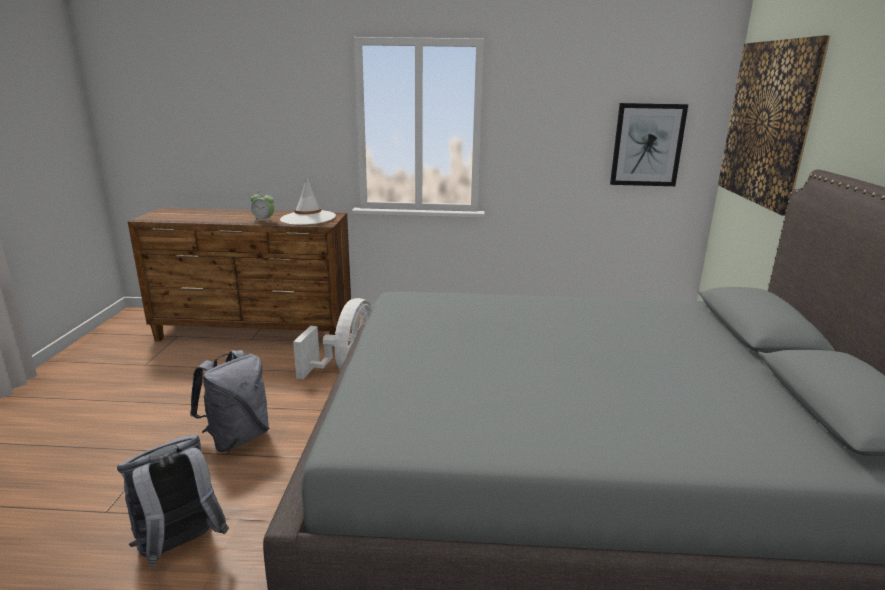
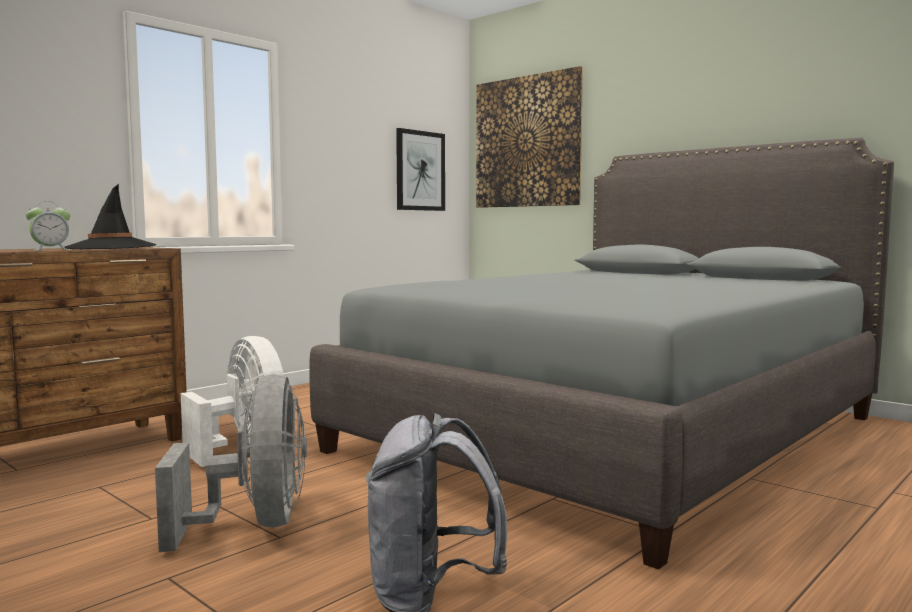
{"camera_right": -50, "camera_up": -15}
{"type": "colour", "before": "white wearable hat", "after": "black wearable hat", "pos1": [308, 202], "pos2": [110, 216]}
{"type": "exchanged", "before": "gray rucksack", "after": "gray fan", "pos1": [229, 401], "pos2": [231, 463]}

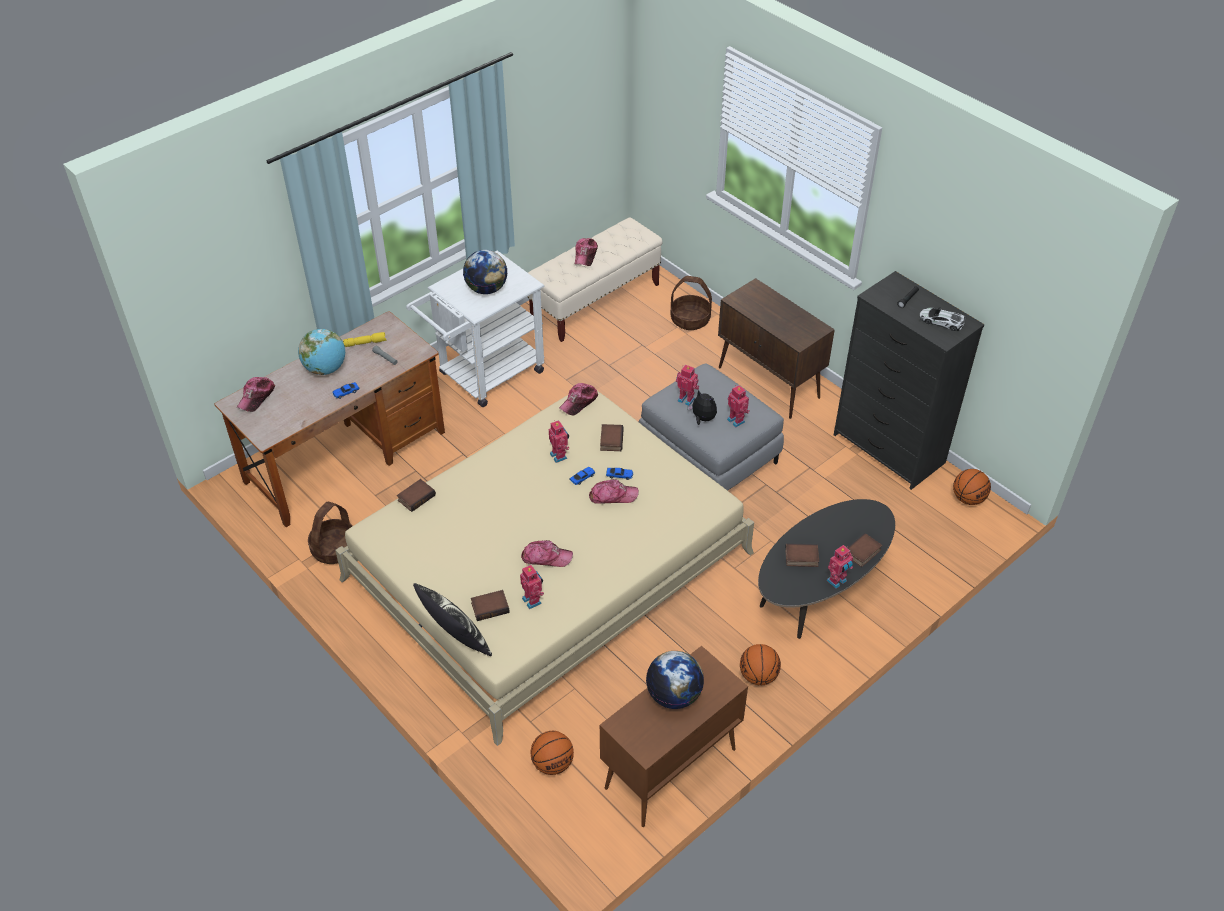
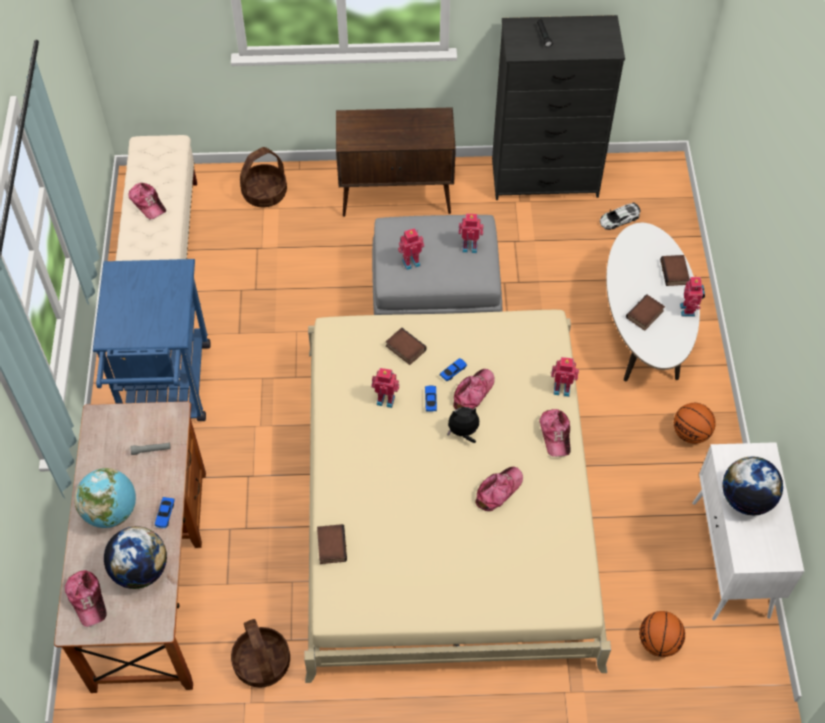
{"camera_right": -50, "camera_up": 10}
{"type": "colour", "before": "white trolley", "after": "blue-coloured trolley", "pos1": [475, 329], "pos2": [152, 340]}
{"type": "relocated", "before": "desk globe", "pos1": [485, 272], "pos2": [135, 557]}
{"type": "relocated", "before": "plush toy", "pos1": [702, 407], "pos2": [463, 425]}
{"type": "relocated", "before": "peaked cap", "pos1": [578, 399], "pos2": [555, 433]}
{"type": "relocated", "before": "model robot", "pos1": [532, 587], "pos2": [565, 377]}
{"type": "relocated", "before": "model car", "pos1": [942, 319], "pos2": [620, 216]}
{"type": "colour", "before": "black coffee table", "after": "white coffee table", "pos1": [826, 569], "pos2": [653, 302]}
{"type": "colour", "before": "brownish cupboard", "after": "white cupboard", "pos1": [674, 736], "pos2": [748, 531]}
{"type": "missing", "before": "yellow-coloured torch", "pos1": [364, 339]}
{"type": "missing", "before": "throw pillow", "pos1": [452, 619]}
{"type": "missing", "before": "bound book", "pos1": [490, 605]}
{"type": "missing", "before": "ball for basketball", "pos1": [972, 487]}

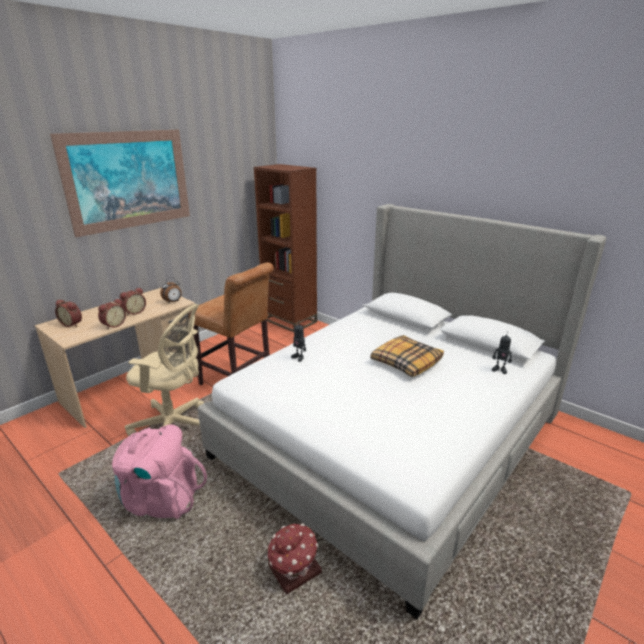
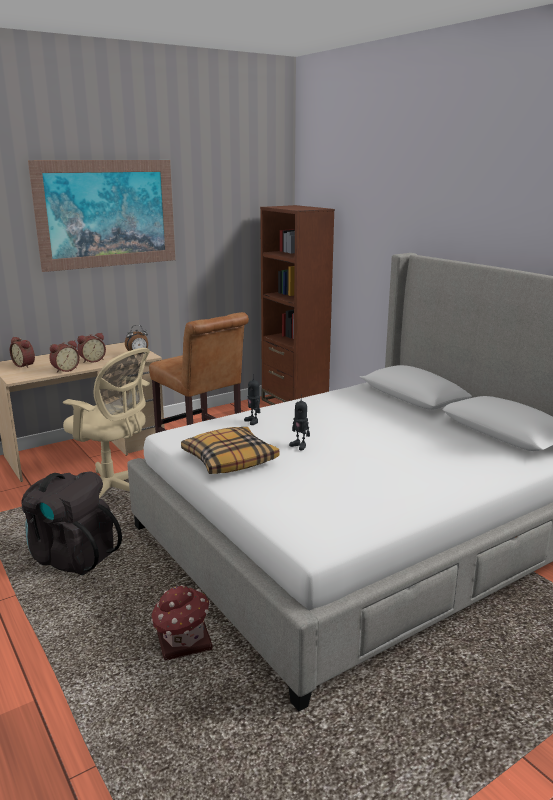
{"camera_right": 15, "camera_up": -5}
{"type": "colour", "before": "pinkish rucksack", "after": "black rucksack", "pos1": [159, 471], "pos2": [71, 523]}
{"type": "relocated", "before": "throw pillow", "pos1": [407, 356], "pos2": [230, 450]}
{"type": "relocated", "before": "model robot", "pos1": [502, 352], "pos2": [299, 422]}

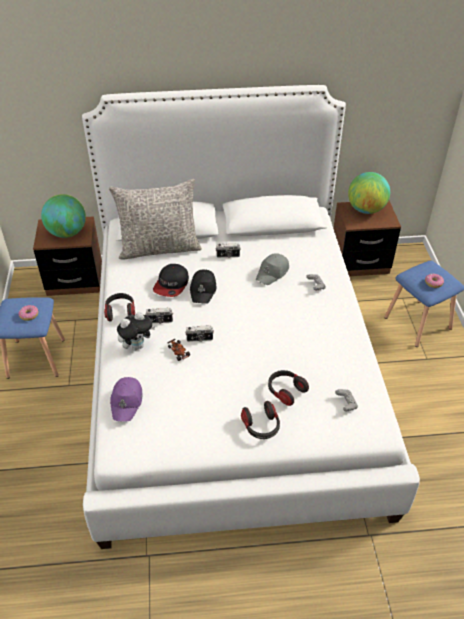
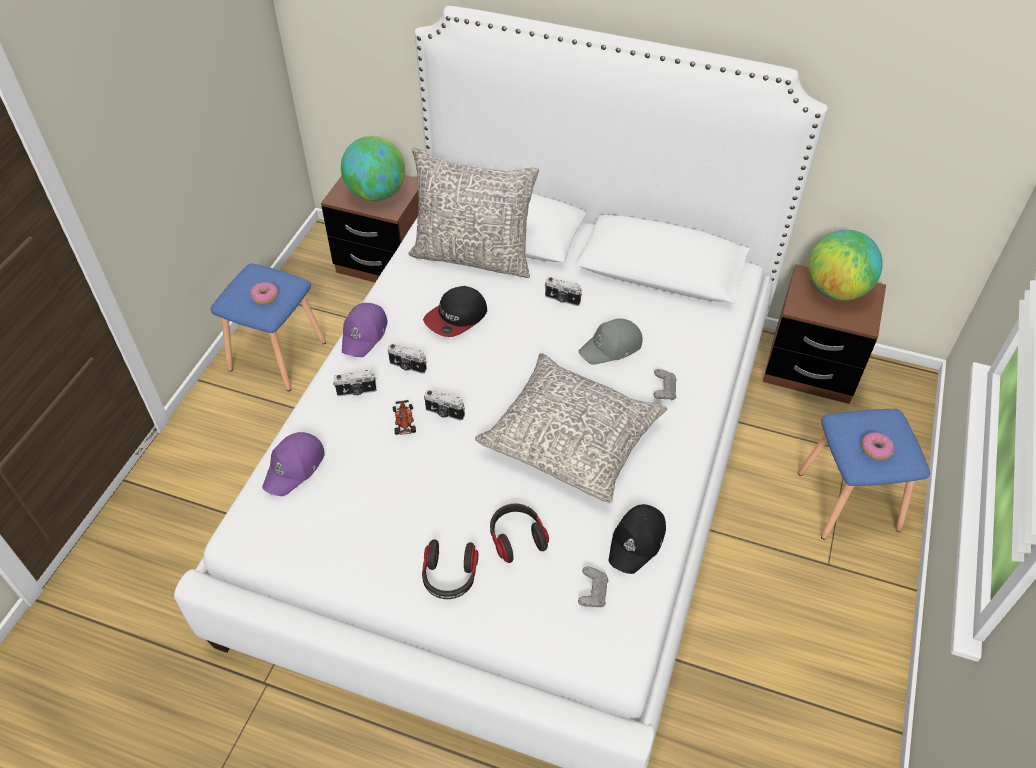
{"camera_right": 25, "camera_up": 5}
{"type": "exchanged", "before": "plush toy", "after": "still camera", "pos1": [136, 331], "pos2": [354, 383]}
{"type": "exchanged", "before": "headphones", "after": "purple-coloured peaked cap", "pos1": [119, 307], "pos2": [365, 330]}
{"type": "appeared", "after": "gray throw pillow", "pos2": [571, 428]}
{"type": "relocated", "before": "black peaked cap", "pos1": [203, 286], "pos2": [637, 539]}

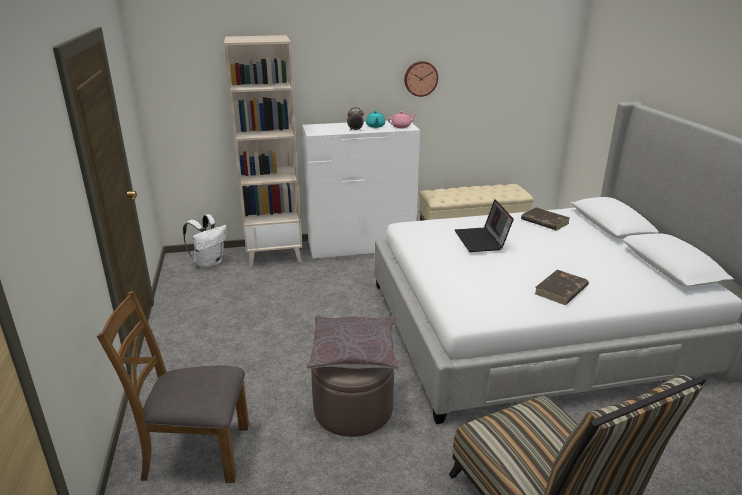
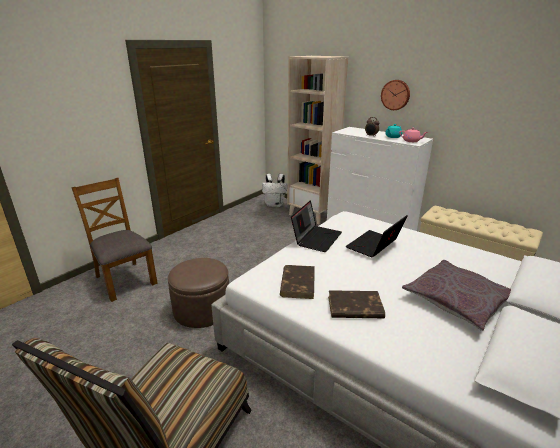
{"camera_right": 50, "camera_up": 0}
{"type": "relocated", "before": "brownish bound book", "pos1": [545, 219], "pos2": [297, 282]}
{"type": "appeared", "after": "notebook computer", "pos2": [316, 226]}
{"type": "relocated", "before": "hanging clock", "pos1": [421, 79], "pos2": [395, 95]}
{"type": "relocated", "before": "gray throw pillow", "pos1": [353, 342], "pos2": [456, 295]}

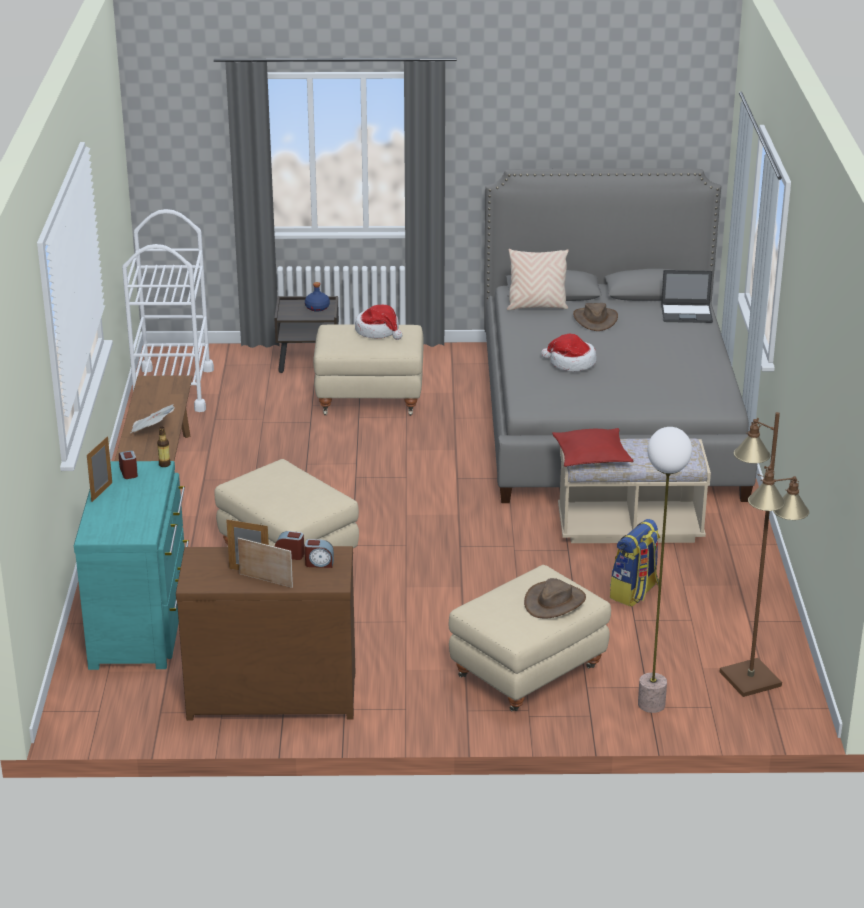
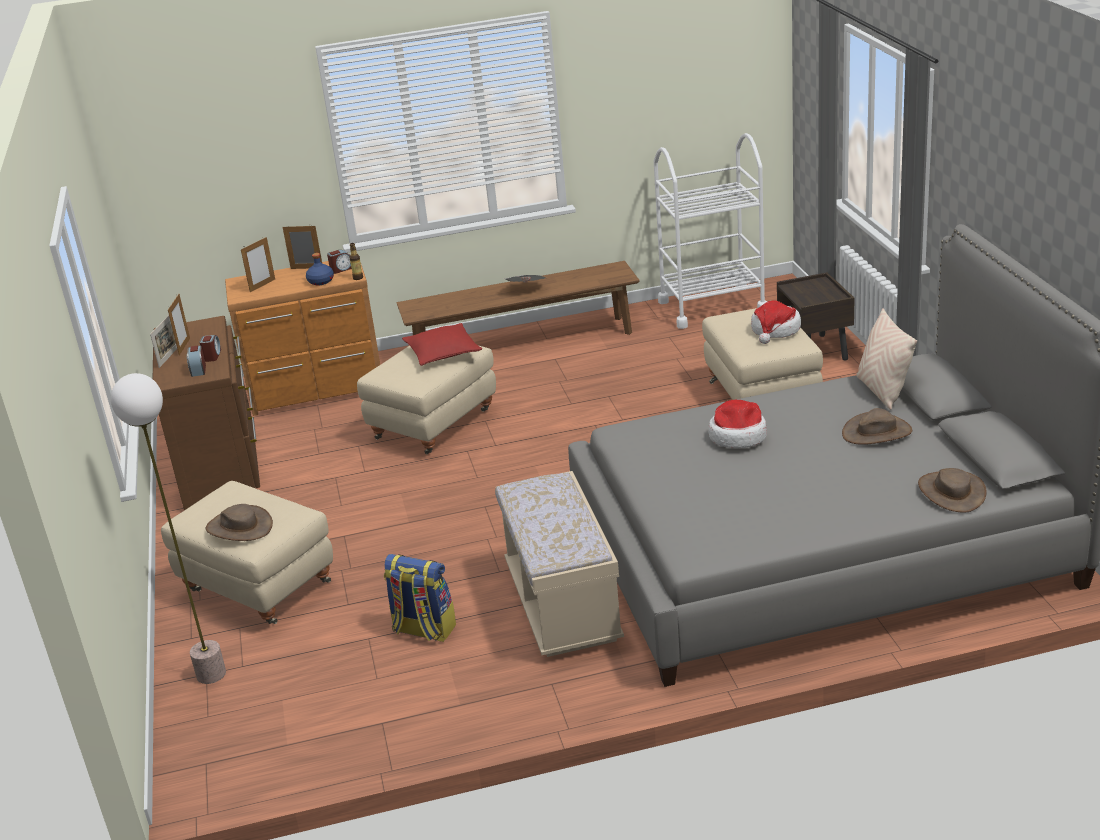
{"camera_right": 80, "camera_up": 0}
{"type": "colour", "before": "blue-green chest of drawers", "after": "brownish chest of drawers", "pos1": [131, 565], "pos2": [302, 338]}
{"type": "appeared", "after": "picture frame", "pos2": [258, 264]}
{"type": "relocated", "before": "blue-coloured bottle", "pos1": [317, 297], "pos2": [320, 269]}
{"type": "relocated", "before": "red-coloured throw pillow", "pos1": [592, 447], "pos2": [442, 344]}
{"type": "exchanged", "before": "notebook computer", "after": "brownish wearable hat", "pos1": [687, 296], "pos2": [952, 490]}
{"type": "missing", "before": "brownish standing lamp", "pos1": [764, 554]}

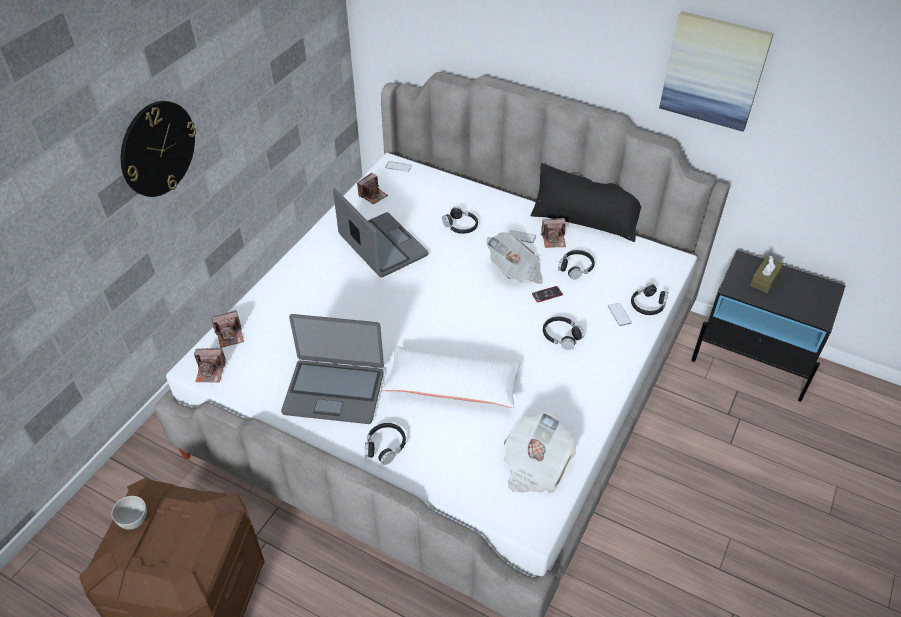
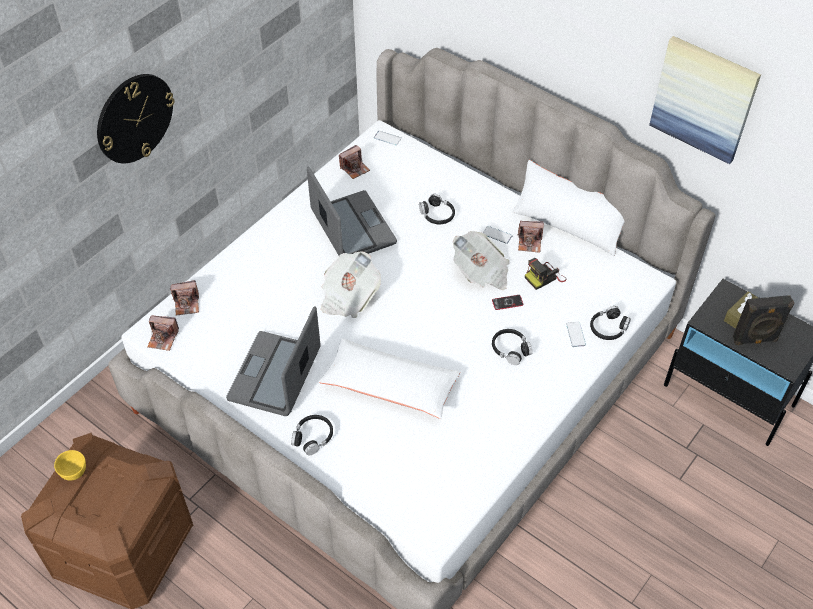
{"camera_right": 10, "camera_up": 5}
{"type": "colour", "before": "white bowl", "after": "yellow-coloured bowl", "pos1": [129, 512], "pos2": [70, 465]}
{"type": "spun", "before": "notebook computer", "pos1": [332, 369], "pos2": [273, 361], "turn": 90}
{"type": "relocated", "before": "newspaper", "pos1": [540, 452], "pos2": [351, 285]}
{"type": "colour", "before": "black throw pillow", "after": "white throw pillow", "pos1": [585, 202], "pos2": [568, 208]}
{"type": "exchanged", "before": "black headphones", "after": "still camera", "pos1": [576, 265], "pos2": [545, 274]}
{"type": "appeared", "after": "black loudspeaker", "pos2": [763, 320]}

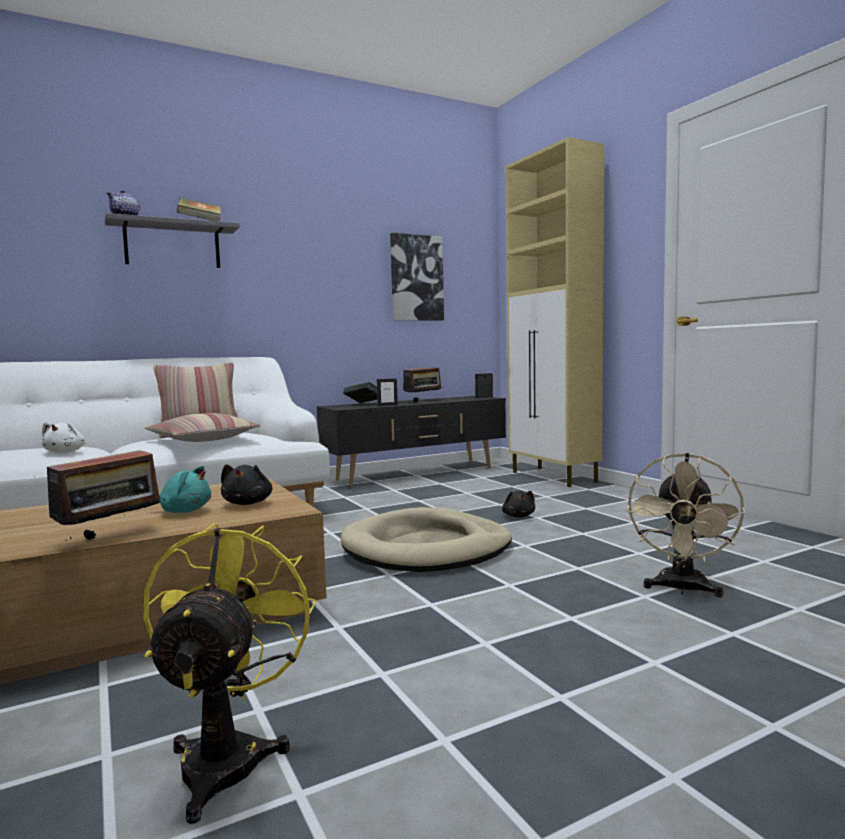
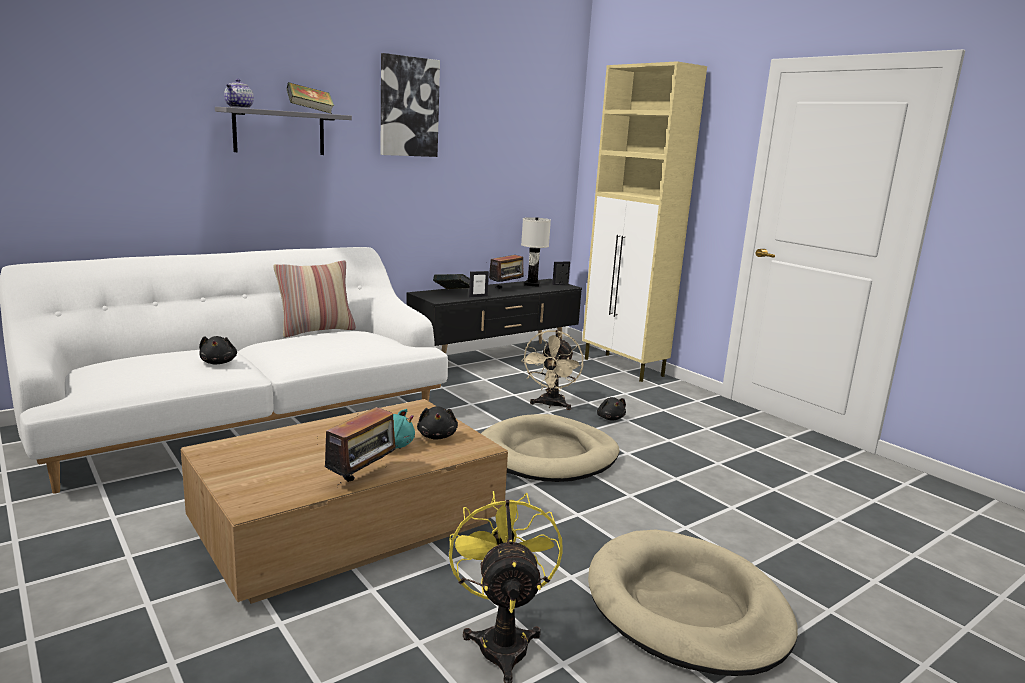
{"camera_right": -10, "camera_up": 10}
{"type": "colour", "before": "white plush toy", "after": "black plush toy", "pos1": [63, 437], "pos2": [218, 350]}
{"type": "relocated", "before": "wall art", "pos1": [417, 276], "pos2": [410, 105]}
{"type": "appeared", "after": "white lamp for a table", "pos2": [536, 252]}
{"type": "relocated", "before": "sand-coloured fan", "pos1": [686, 525], "pos2": [552, 370]}
{"type": "appeared", "after": "sand-coloured dog bed", "pos2": [693, 602]}
{"type": "missing", "before": "throw pillow", "pos1": [202, 427]}

